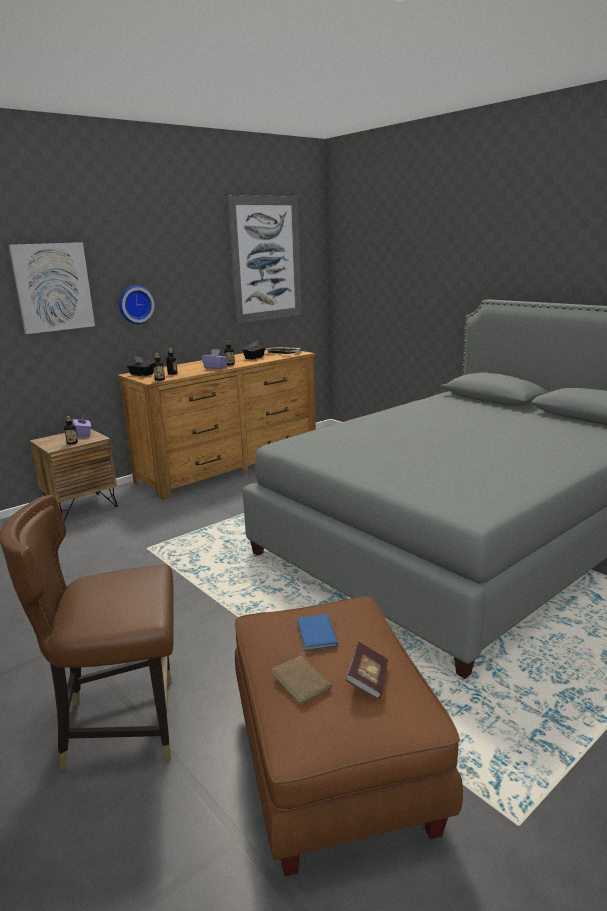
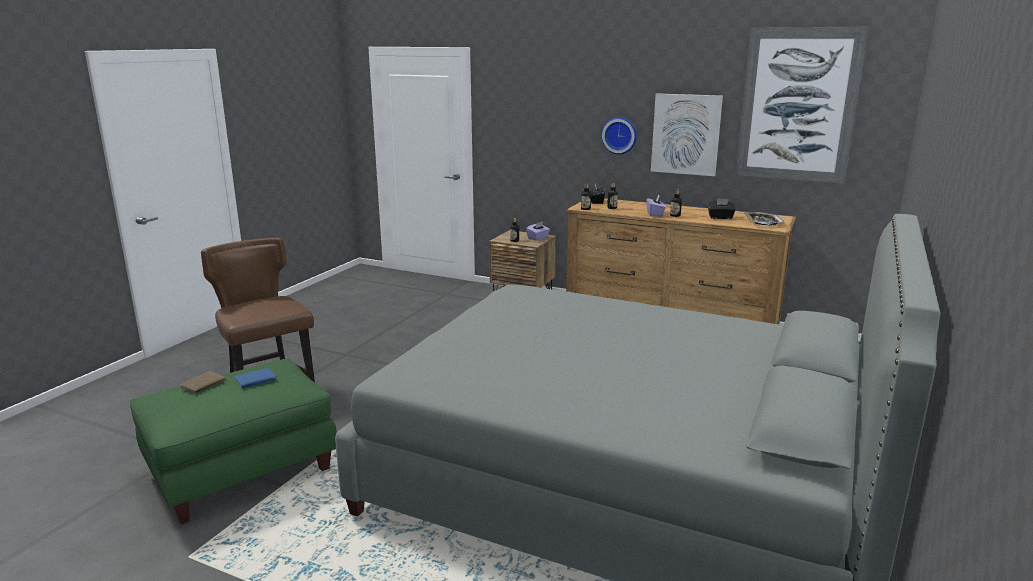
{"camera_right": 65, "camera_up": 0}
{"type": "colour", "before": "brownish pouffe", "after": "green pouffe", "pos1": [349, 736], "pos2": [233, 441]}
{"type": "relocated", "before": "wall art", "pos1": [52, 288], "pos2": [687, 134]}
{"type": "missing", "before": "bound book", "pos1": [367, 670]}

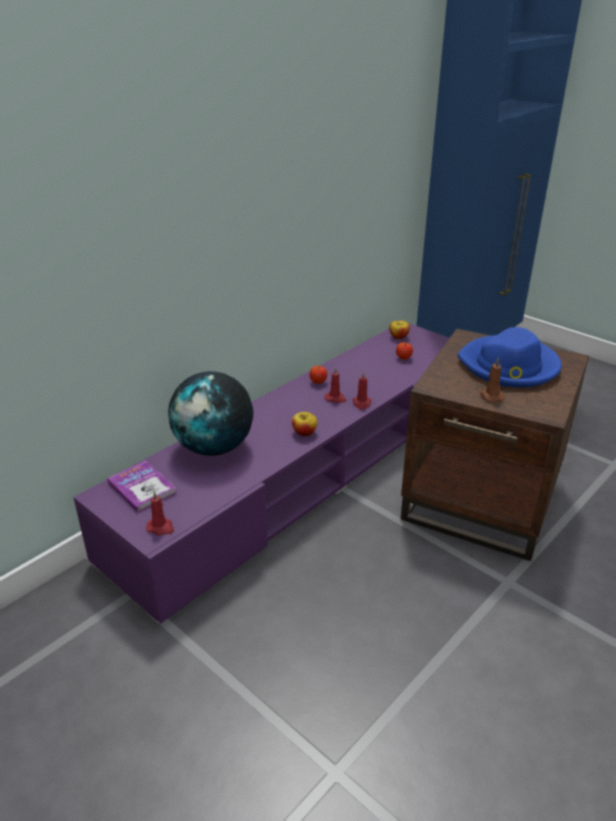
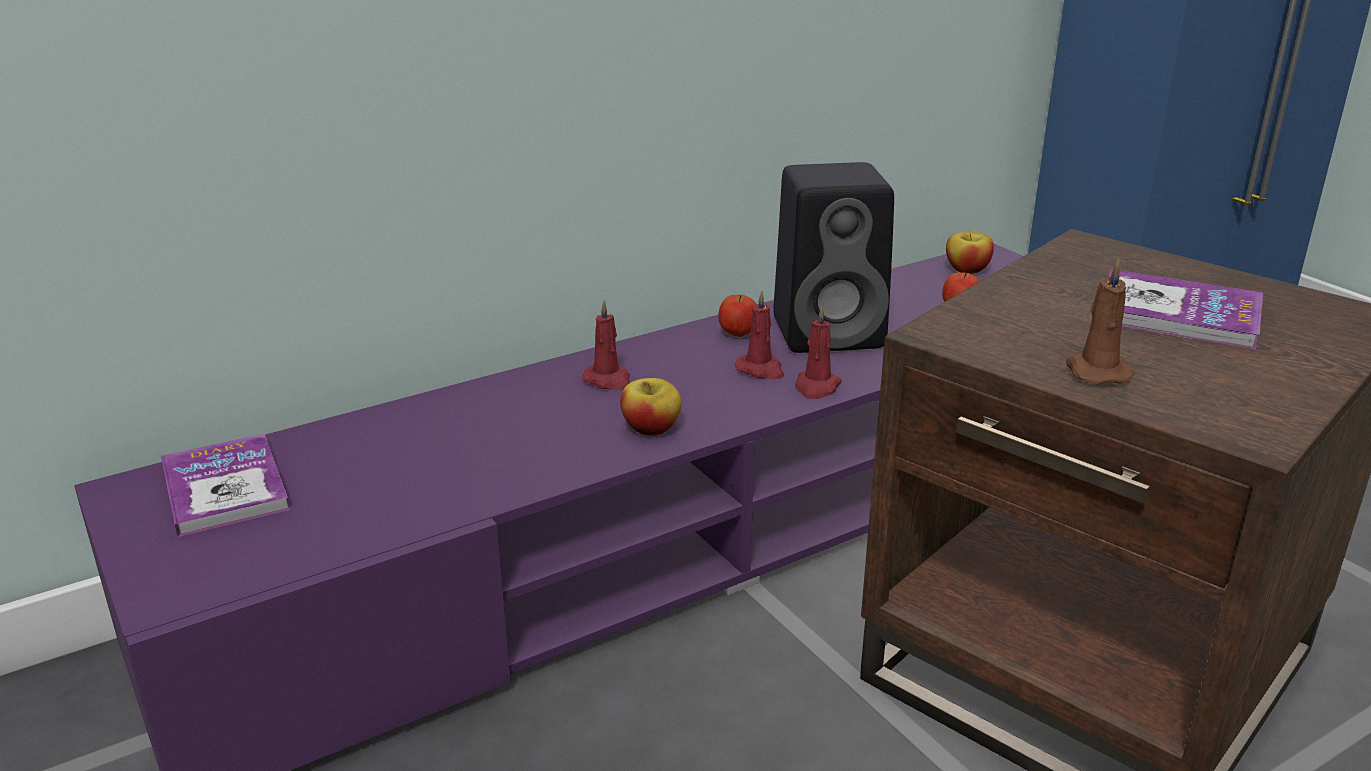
{"camera_right": 15, "camera_up": -5}
{"type": "relocated", "before": "red-coloured candle", "pos1": [160, 513], "pos2": [606, 345]}
{"type": "appeared", "after": "black loudspeaker", "pos2": [833, 257]}
{"type": "exchanged", "before": "blue-coloured wearable hat", "after": "bound book", "pos1": [509, 357], "pos2": [1185, 309]}
{"type": "missing", "before": "desk globe", "pos1": [210, 413]}

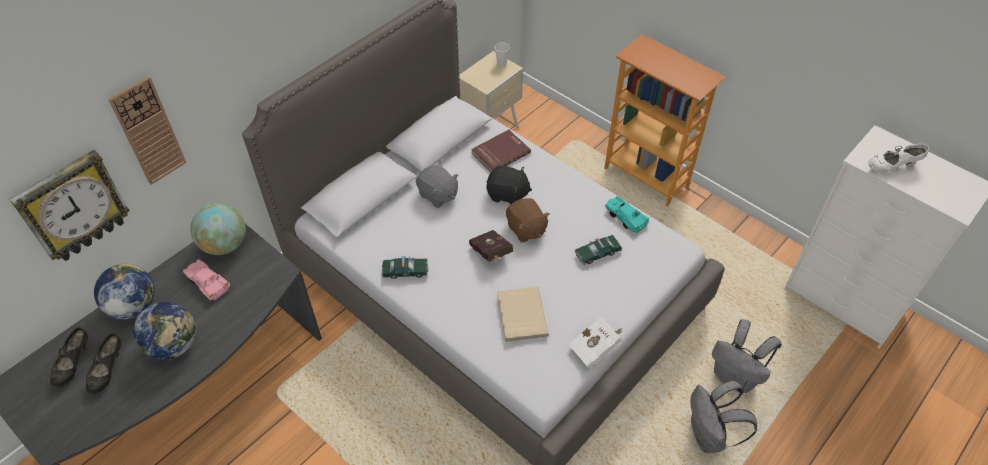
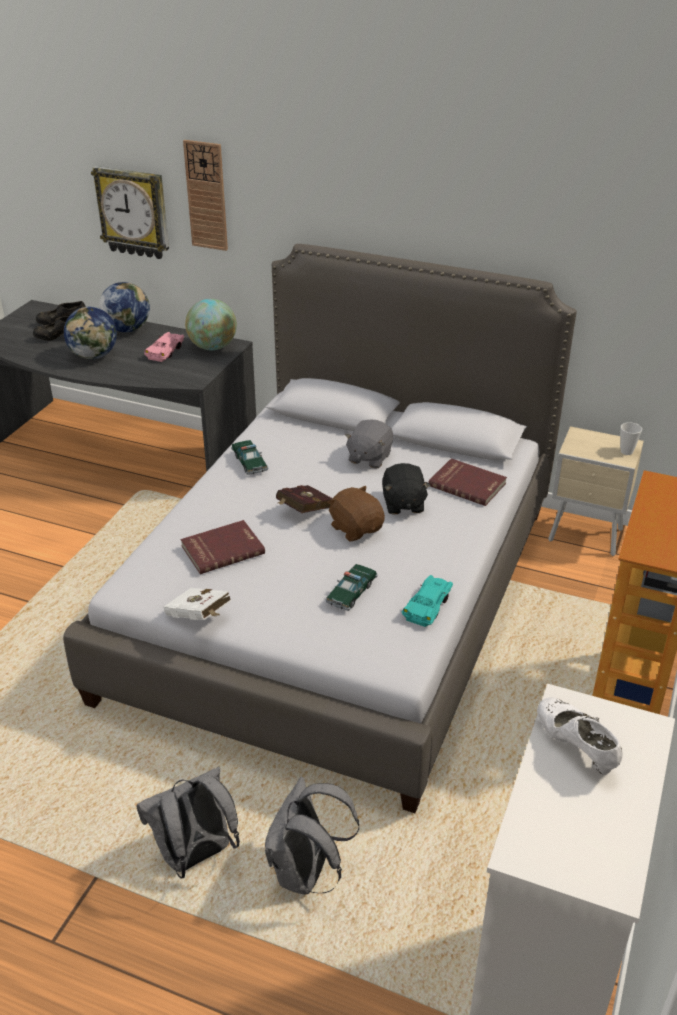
{"camera_right": 70, "camera_up": -15}
{"type": "colour", "before": "sand-coloured bound book", "after": "red-coloured bound book", "pos1": [523, 314], "pos2": [223, 547]}
{"type": "spun", "before": "model car", "pos1": [598, 250], "pos2": [351, 587], "turn": -105}
{"type": "spun", "before": "brownish plush toy", "pos1": [528, 220], "pos2": [356, 513], "turn": 105}

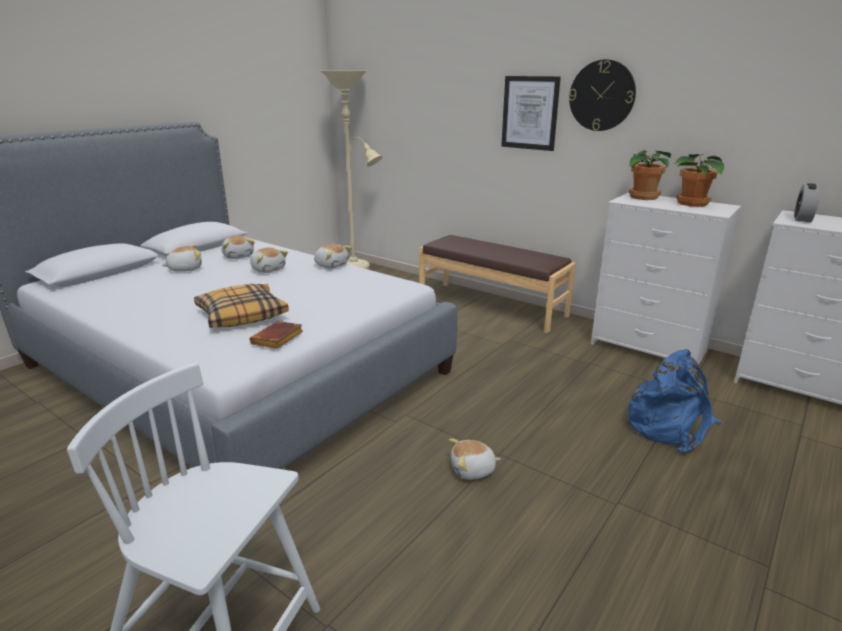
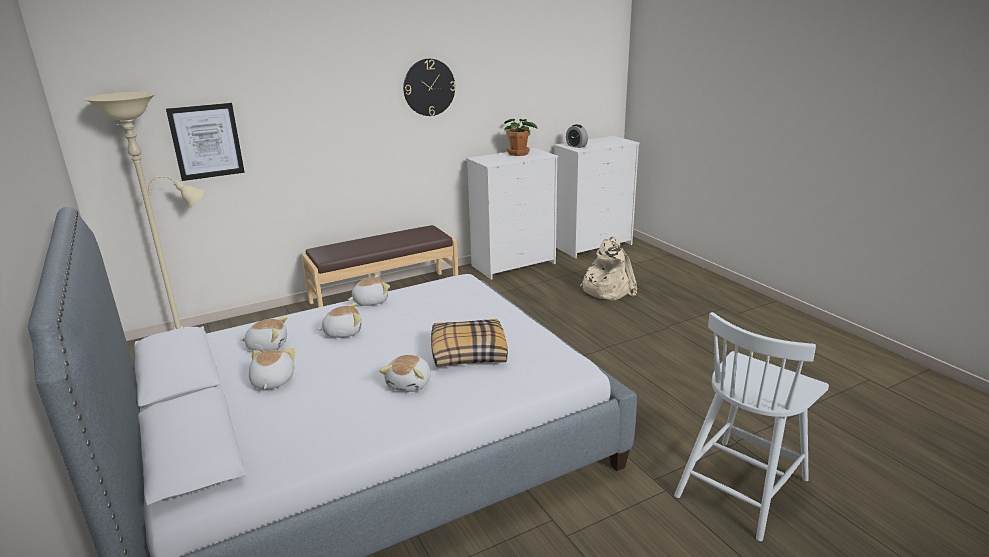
{"camera_right": -65, "camera_up": 0}
{"type": "relocated", "before": "wall art", "pos1": [531, 113], "pos2": [205, 142]}
{"type": "relocated", "before": "plush toy", "pos1": [475, 459], "pos2": [405, 373]}
{"type": "colour", "before": "blue-coloured rucksack", "after": "sand-coloured rucksack", "pos1": [675, 401], "pos2": [608, 268]}
{"type": "missing", "before": "brownish bound book", "pos1": [276, 335]}
{"type": "missing", "before": "potted plant", "pos1": [650, 175]}

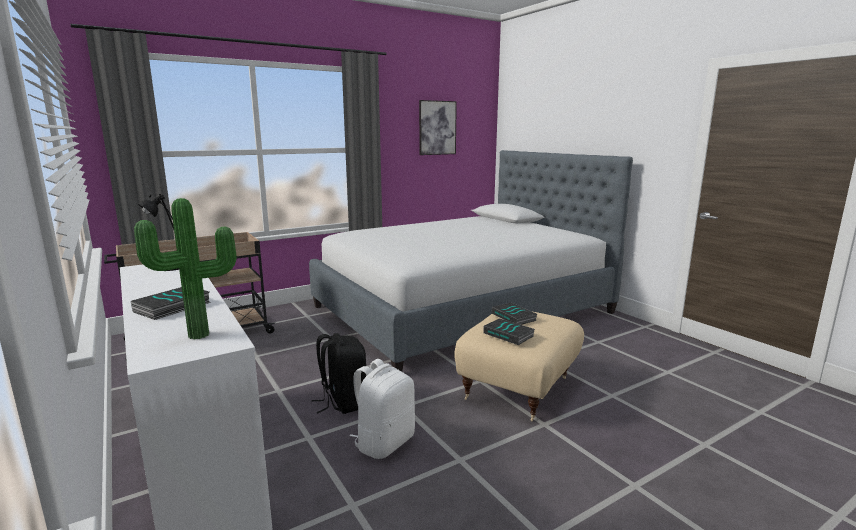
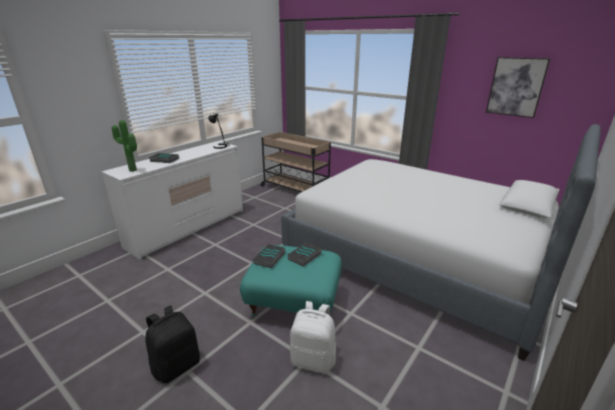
{"camera_right": 70, "camera_up": 10}
{"type": "relocated", "before": "black rucksack", "pos1": [339, 373], "pos2": [172, 344]}
{"type": "colour", "before": "sand-coloured pouffe", "after": "blue-green pouffe", "pos1": [519, 366], "pos2": [291, 280]}
{"type": "relocated", "before": "white rucksack", "pos1": [382, 409], "pos2": [313, 337]}

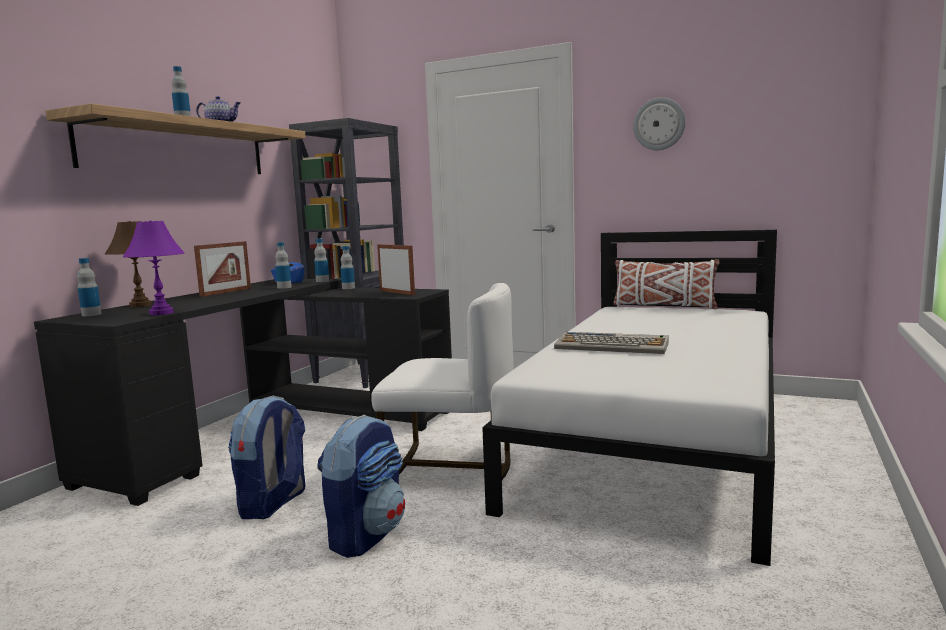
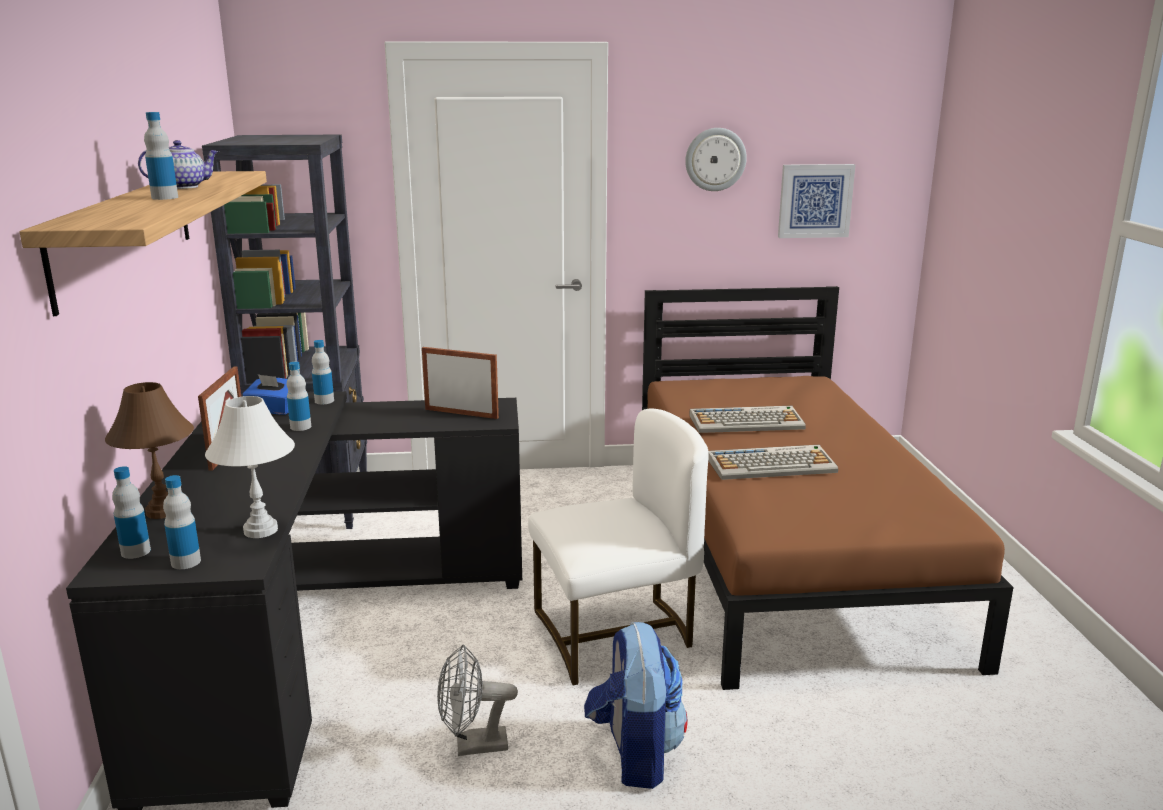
{"camera_right": -30, "camera_up": 10}
{"type": "relocated", "before": "bottle", "pos1": [348, 267], "pos2": [182, 522]}
{"type": "colour", "before": "purple-coloured lamp for a table", "after": "white lamp for a table", "pos1": [154, 267], "pos2": [250, 467]}
{"type": "exchanged", "before": "rucksack", "after": "gray fan", "pos1": [266, 457], "pos2": [477, 700]}
{"type": "colour", "before": "white bedroom bed", "after": "brownish bedroom bed", "pos1": [629, 398], "pos2": [827, 488]}
{"type": "appeared", "after": "computer keyboard", "pos2": [747, 419]}
{"type": "appeared", "after": "wall art", "pos2": [816, 201]}
{"type": "missing", "before": "white throw pillow", "pos1": [667, 284]}

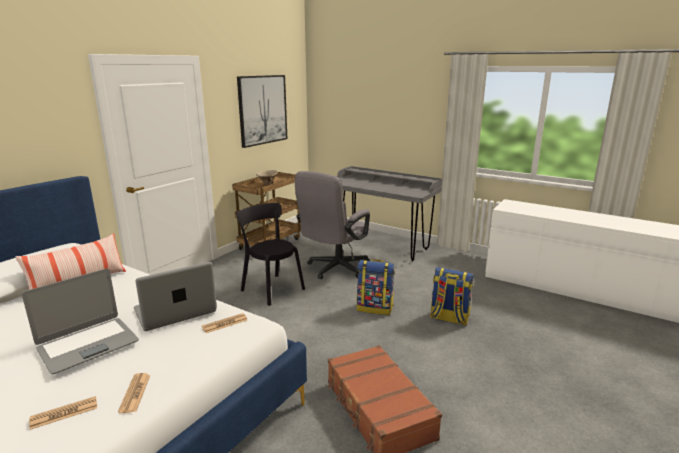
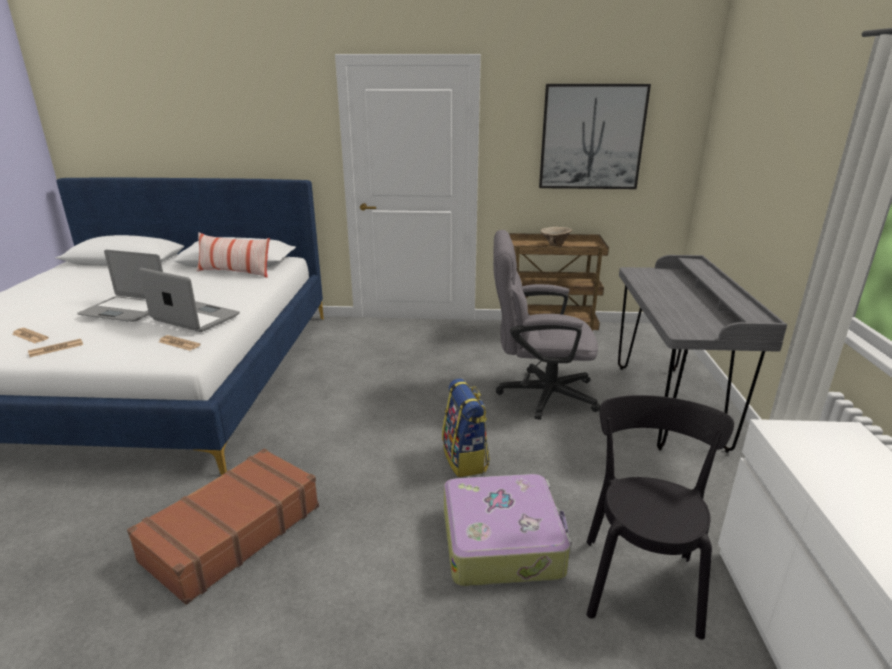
{"camera_right": 60, "camera_up": 5}
{"type": "exchanged", "before": "rucksack", "after": "travel case", "pos1": [452, 296], "pos2": [508, 530]}
{"type": "relocated", "before": "black plain chair", "pos1": [270, 254], "pos2": [660, 517]}

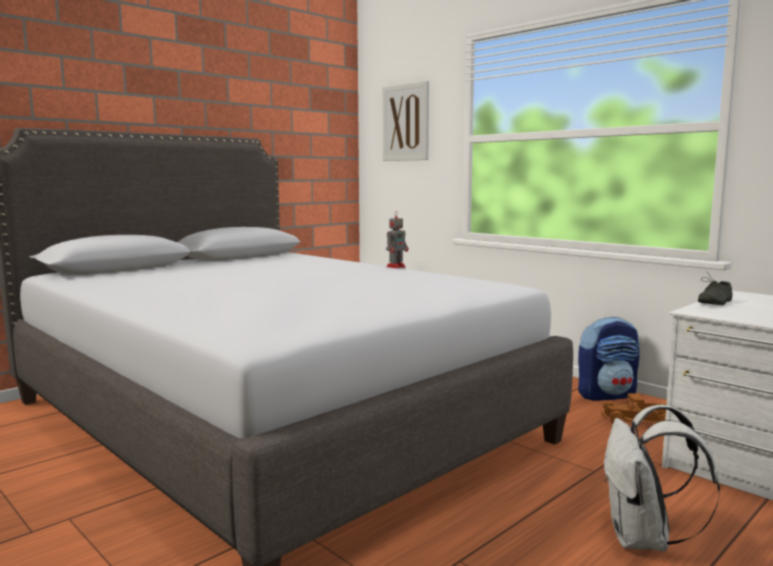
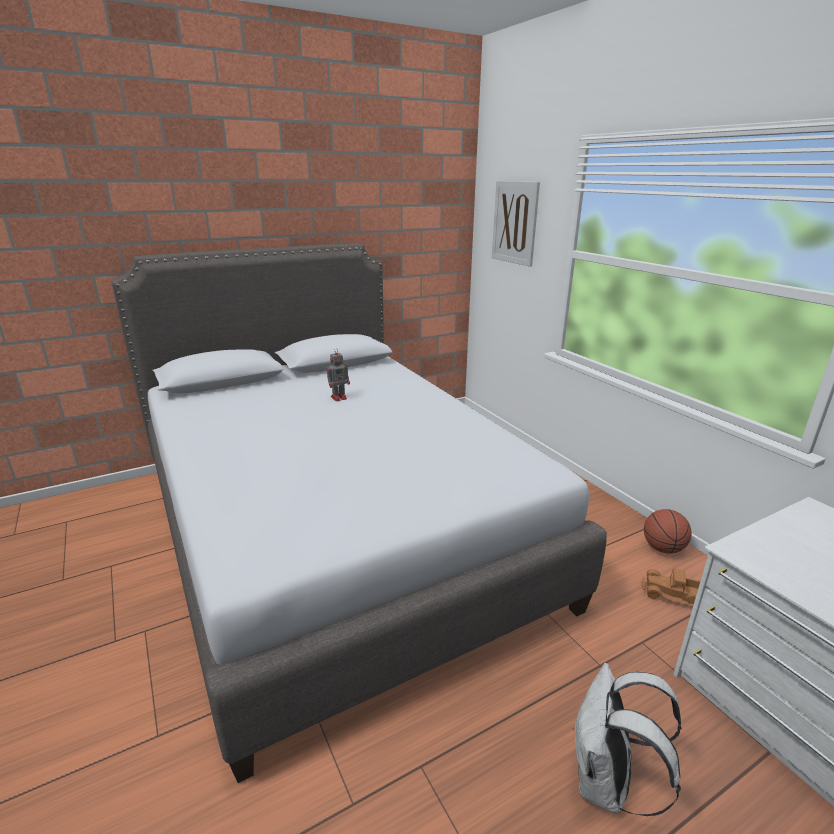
{"camera_right": 15, "camera_up": 15}
{"type": "relocated", "before": "model robot", "pos1": [397, 240], "pos2": [338, 374]}
{"type": "exchanged", "before": "rucksack", "after": "ball for basketball", "pos1": [609, 358], "pos2": [668, 531]}
{"type": "missing", "before": "gray item of footwear", "pos1": [715, 288]}

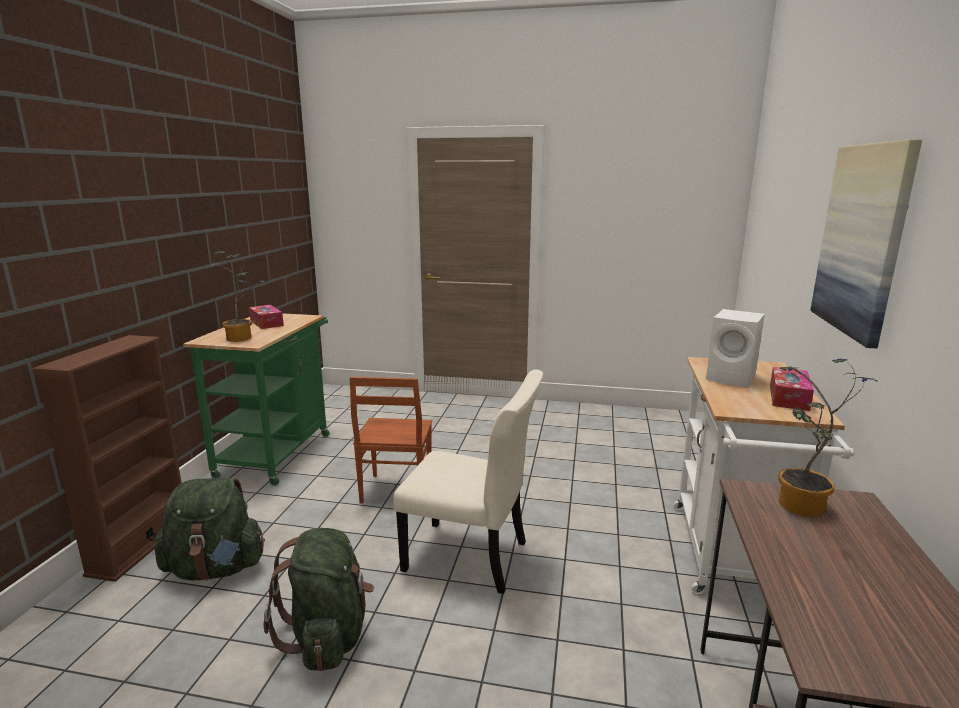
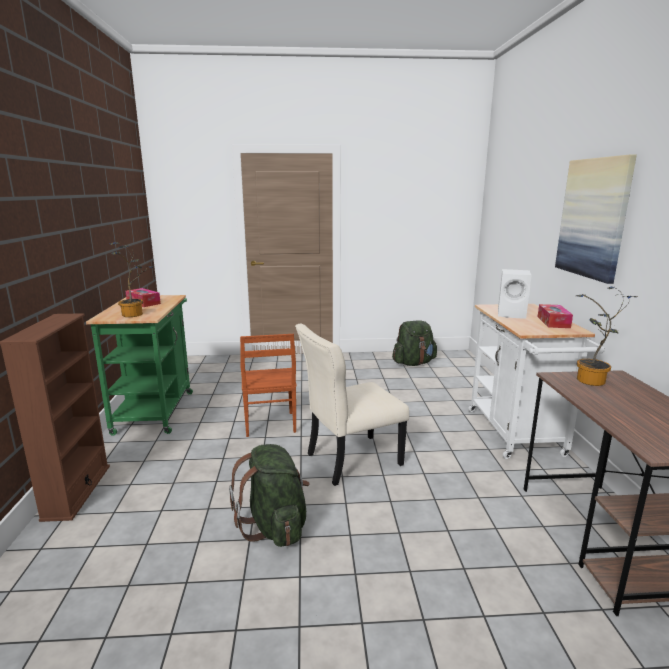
{"camera_right": -15, "camera_up": 0}
{"type": "spun", "before": "sand-coloured plain chair", "pos1": [468, 481], "pos2": [352, 405], "turn": 150}
{"type": "relocated", "before": "green rucksack", "pos1": [210, 529], "pos2": [414, 343]}

